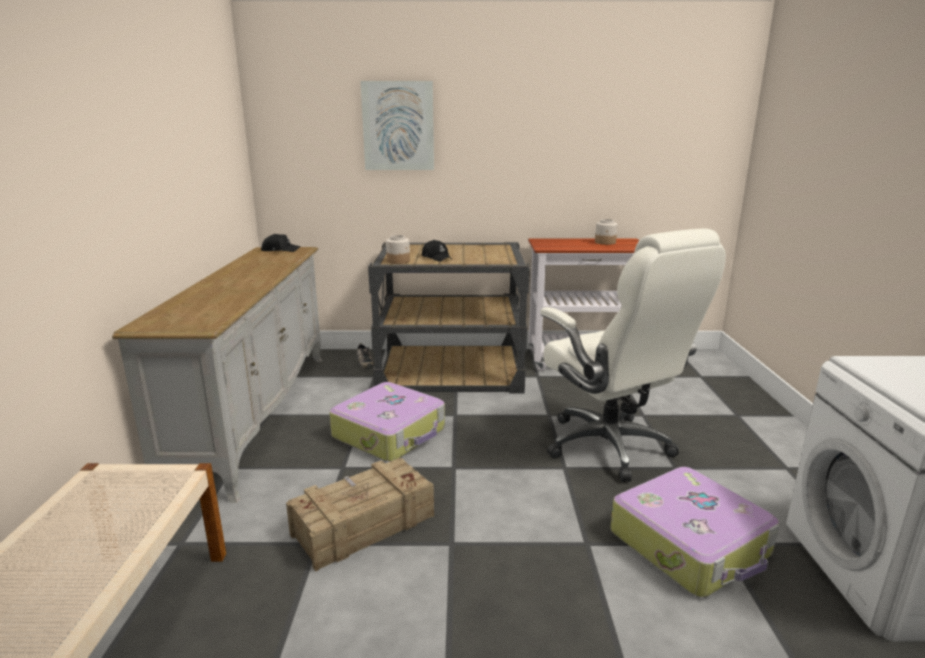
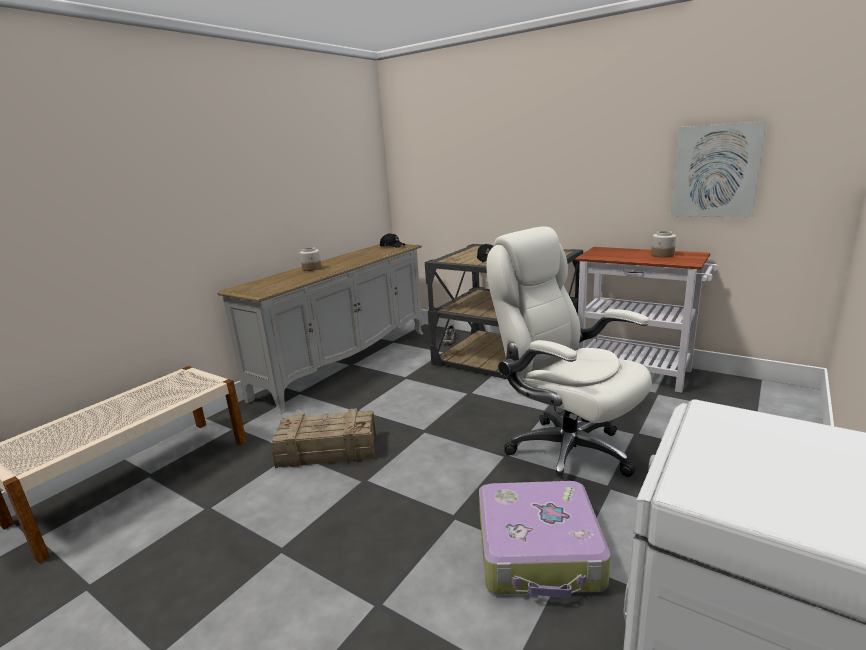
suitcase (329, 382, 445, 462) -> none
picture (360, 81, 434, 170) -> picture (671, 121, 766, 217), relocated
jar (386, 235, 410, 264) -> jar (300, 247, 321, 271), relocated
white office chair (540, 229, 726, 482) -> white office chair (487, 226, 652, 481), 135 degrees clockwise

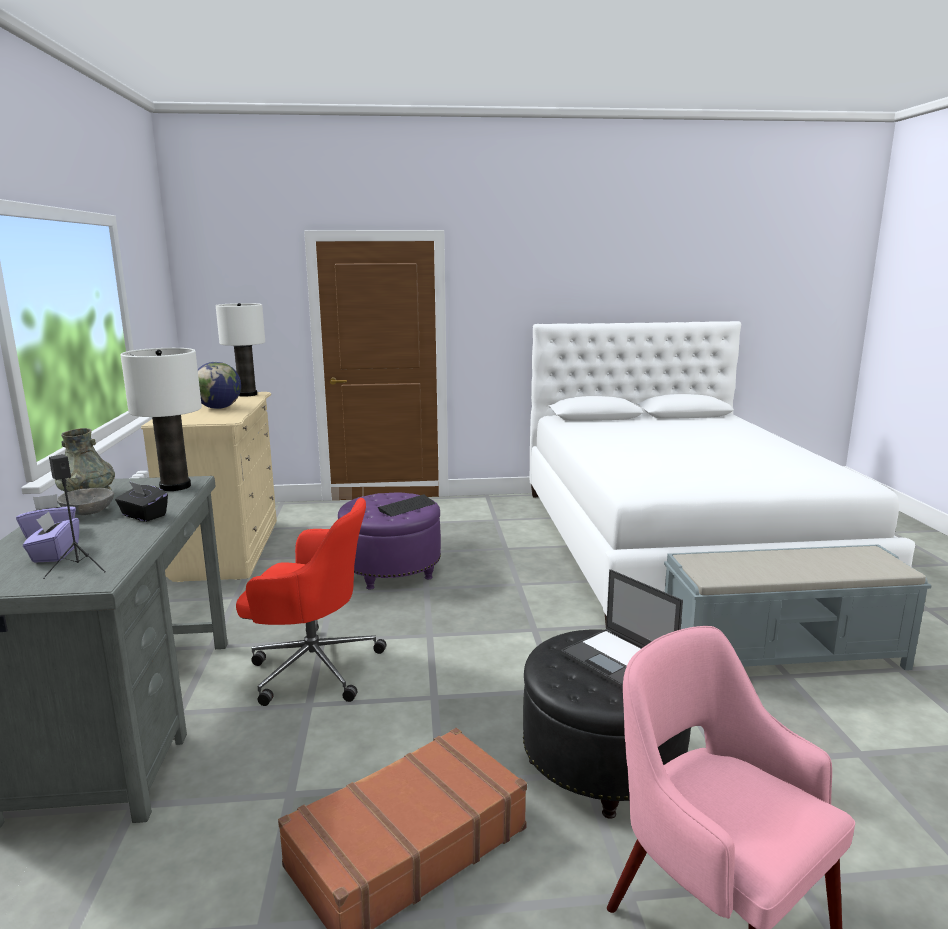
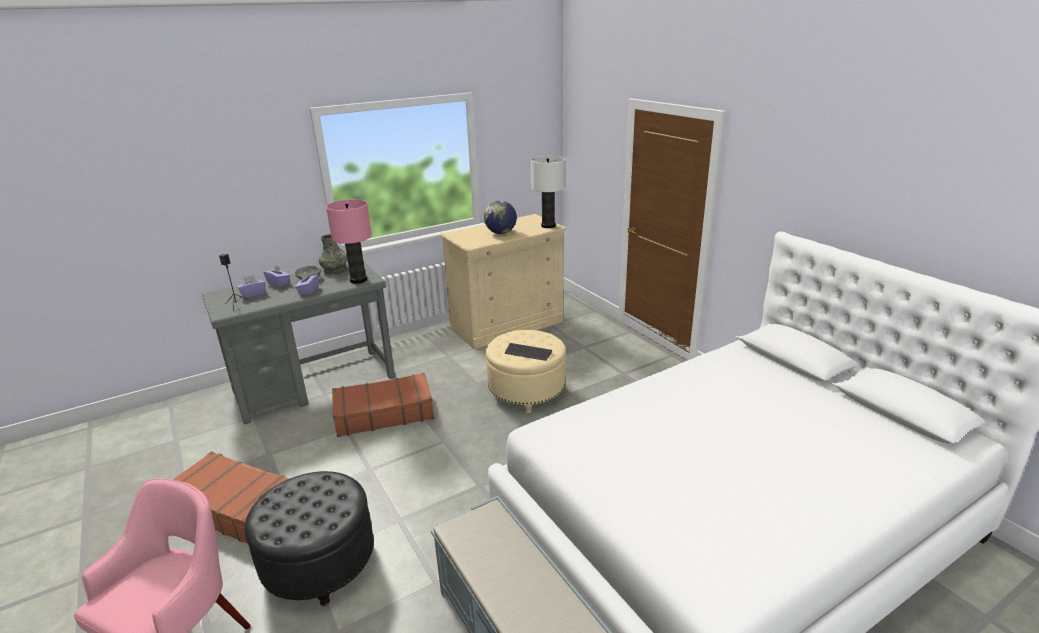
laptop (561, 569, 683, 690) -> none
red office chair (236, 498, 387, 706) -> brown suitcase (332, 373, 434, 437)
black tissue box (115, 481, 168, 522) -> purple tissue box (295, 271, 319, 295)
white table lamp (121, 348, 202, 491) -> pink table lamp (326, 199, 372, 284)
purple ottoman (338, 492, 441, 589) -> beige ottoman (486, 330, 566, 413)

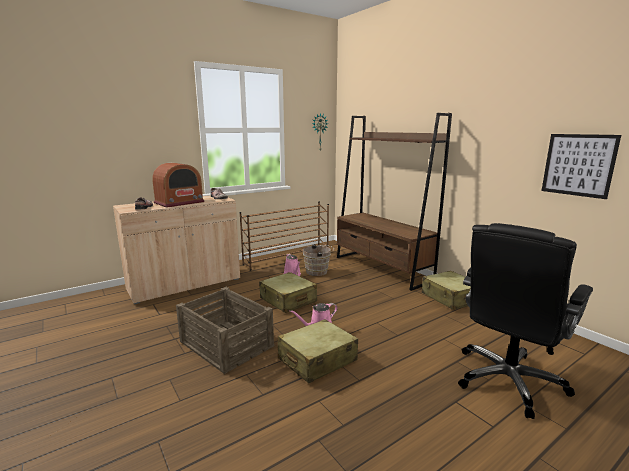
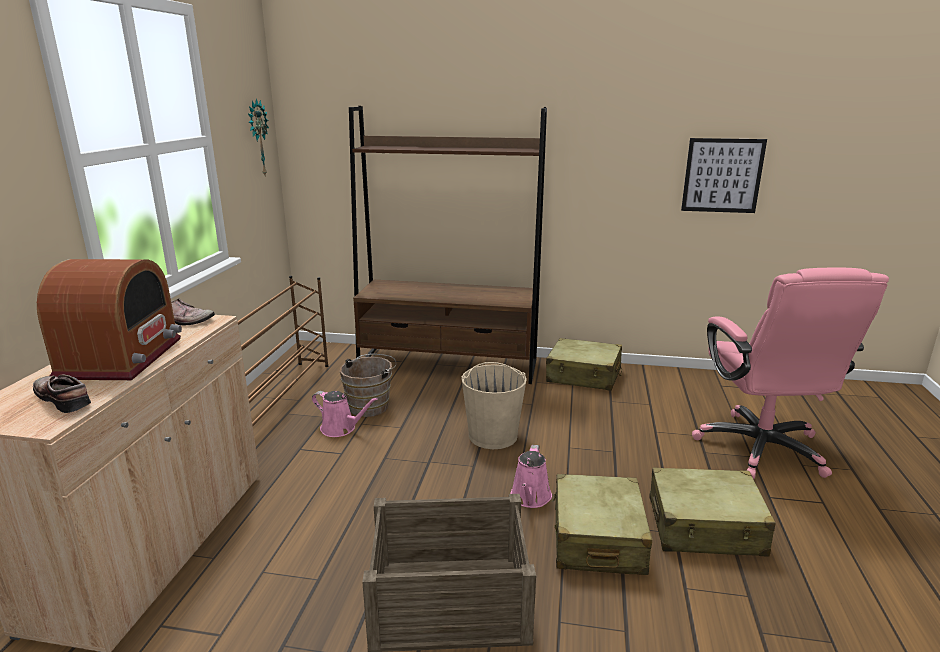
none -> beige bucket (461, 362, 527, 449)
beige suitcase (259, 272, 317, 313) -> beige suitcase (649, 468, 776, 557), relocated
black office chair (458, 223, 593, 419) -> pink office chair (692, 267, 889, 479)

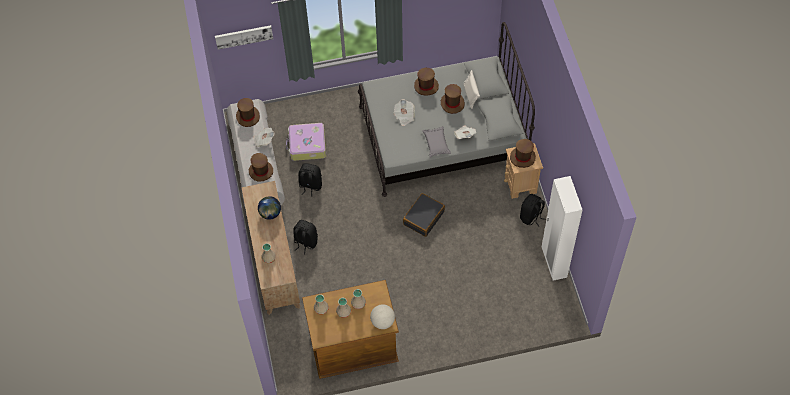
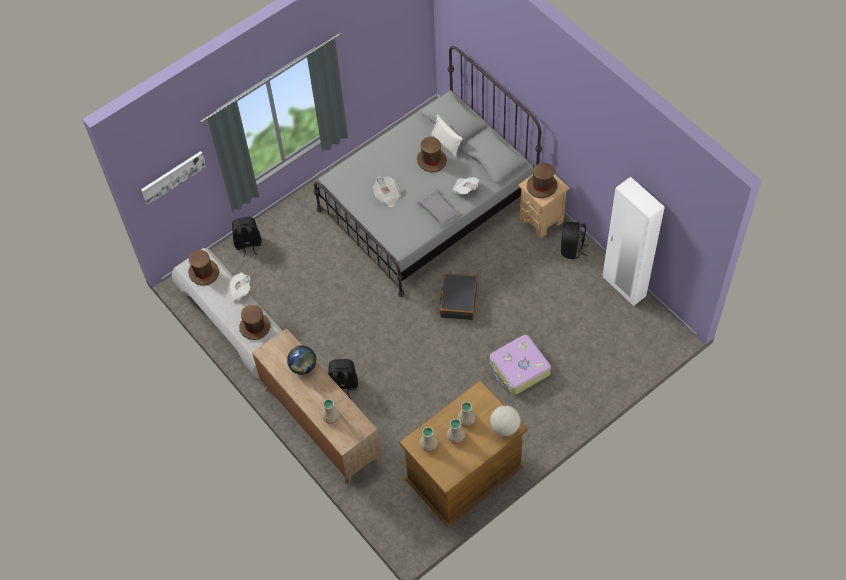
brown hat (414, 68, 439, 96) -> none
suitcase (286, 123, 326, 161) -> suitcase (490, 335, 551, 395), relocated
black backpack (299, 163, 322, 197) -> black backpack (232, 217, 262, 257), relocated

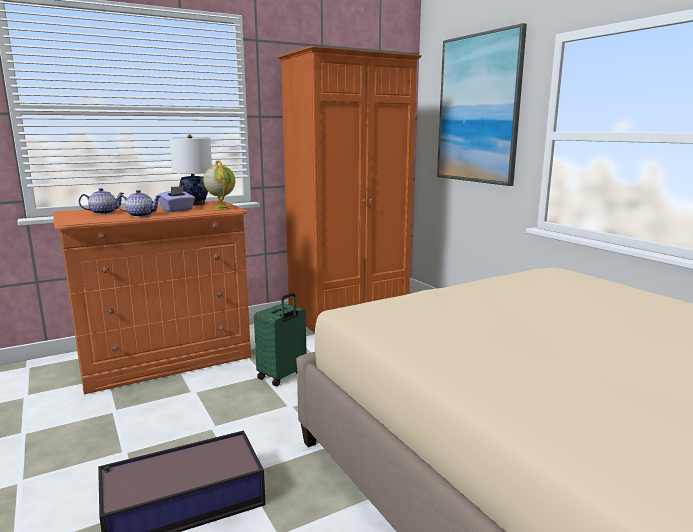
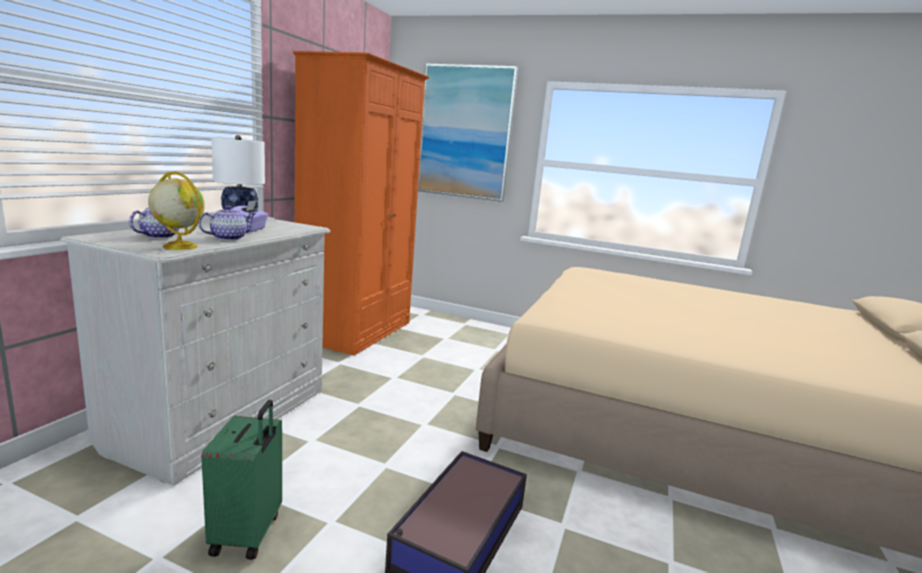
globe (203, 160, 235, 210) -> globe (148, 171, 205, 250), relocated
green suitcase (254, 293, 307, 386) -> green suitcase (201, 400, 282, 560), relocated
orange dresser (53, 200, 251, 394) -> white dresser (60, 218, 330, 486)

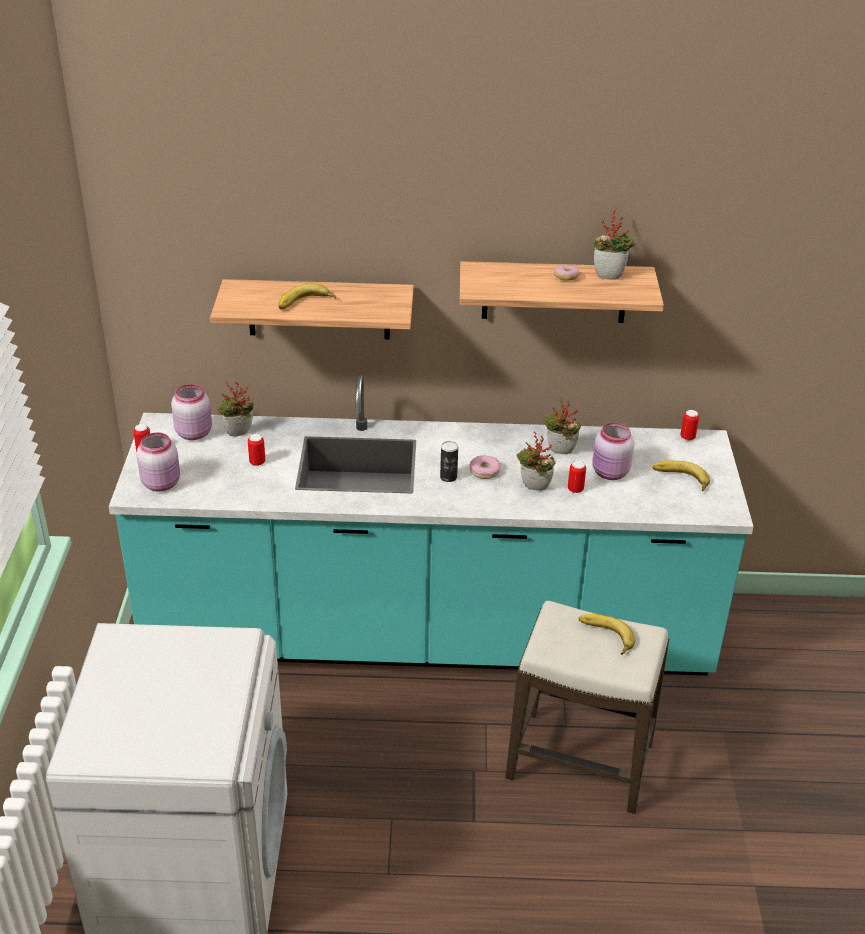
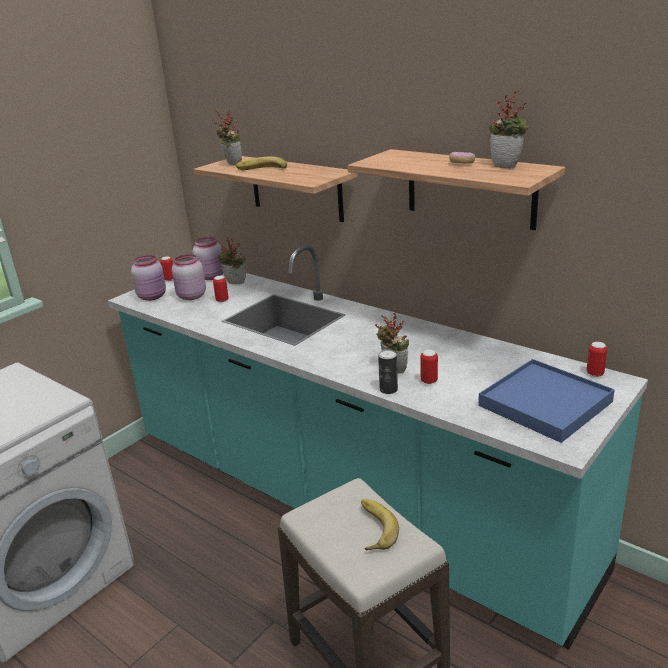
donut (469, 455, 501, 479) -> none
can (440, 441, 458, 482) -> can (378, 349, 398, 394), relocated
potted plant (543, 397, 581, 454) -> potted plant (212, 110, 242, 165), relocated
pink jar (592, 422, 634, 480) -> pink jar (172, 254, 206, 300), relocated
banana (653, 460, 710, 491) -> blue tray (478, 359, 615, 443)

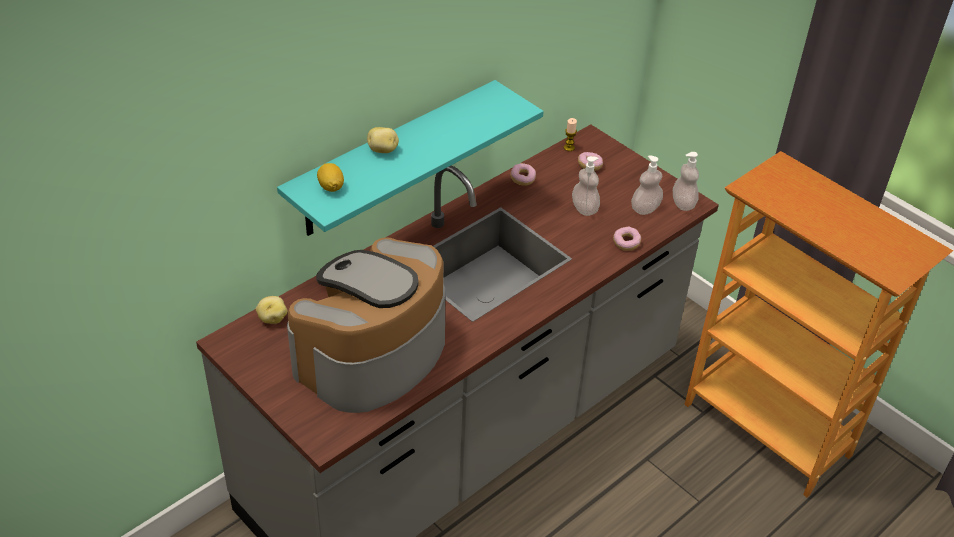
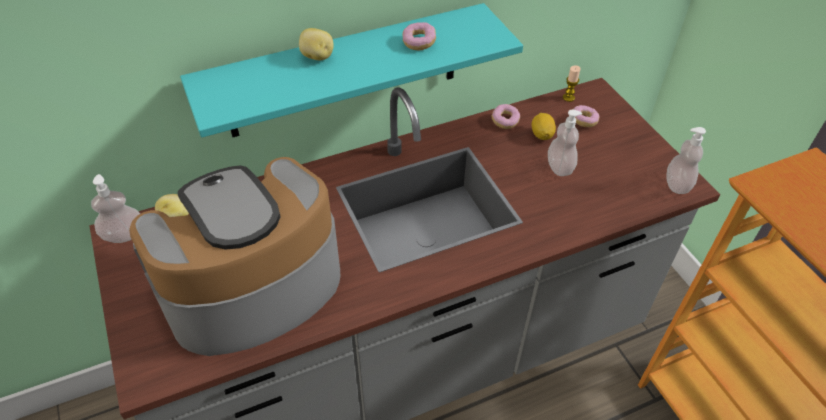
lemon (317, 163, 344, 192) -> lemon (532, 113, 556, 140), relocated
donut (613, 227, 641, 251) -> donut (402, 22, 436, 51), relocated
soap dispenser (631, 155, 663, 215) -> soap dispenser (91, 174, 140, 243), relocated

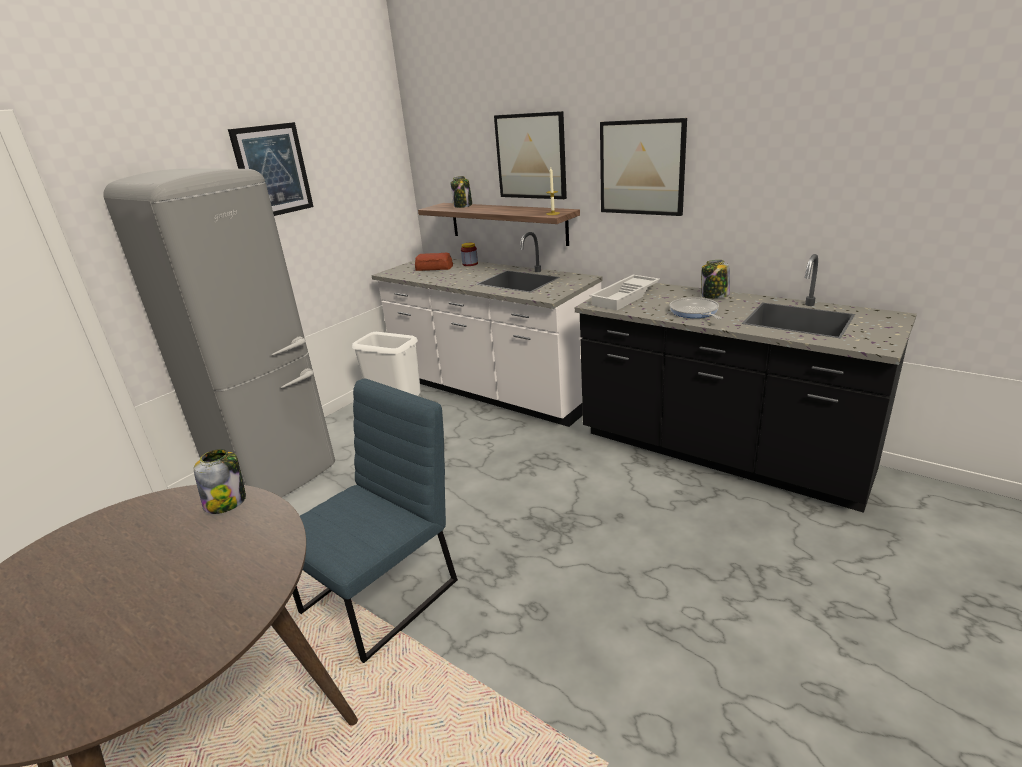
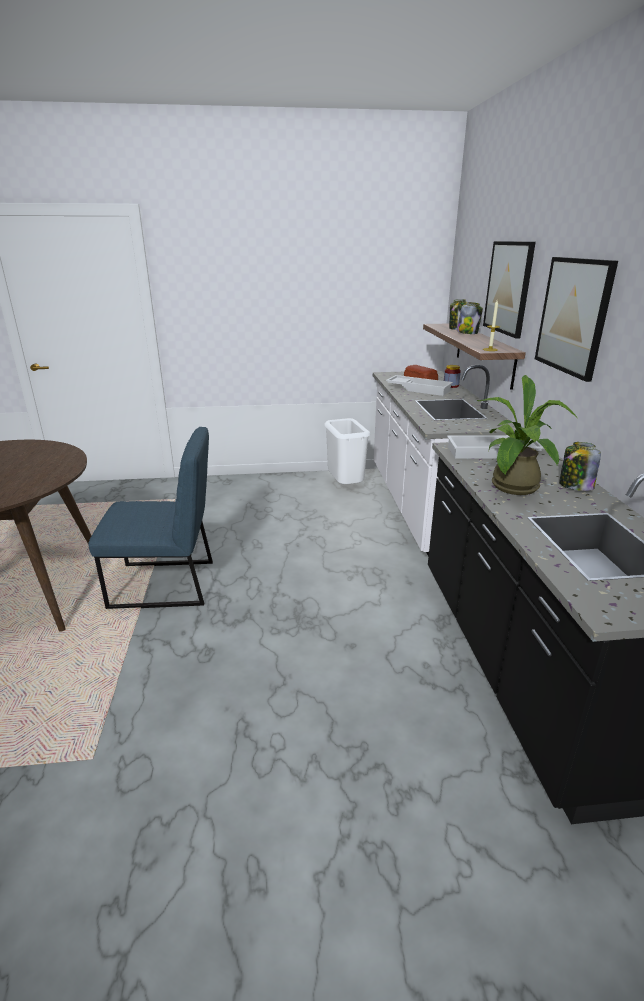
grey fridge (103, 168, 335, 498) -> none
picture (228, 122, 314, 216) -> none
none -> white tray (386, 375, 453, 396)
jar (194, 449, 246, 514) -> jar (457, 302, 483, 334), relocated
frying pan (670, 297, 721, 319) -> potted plant (477, 375, 577, 495)

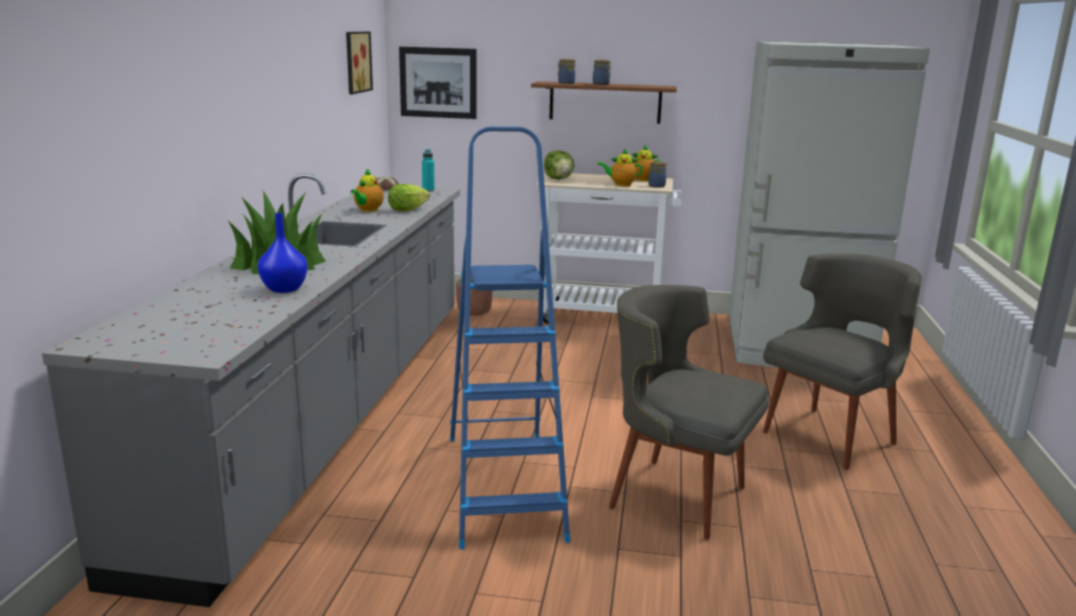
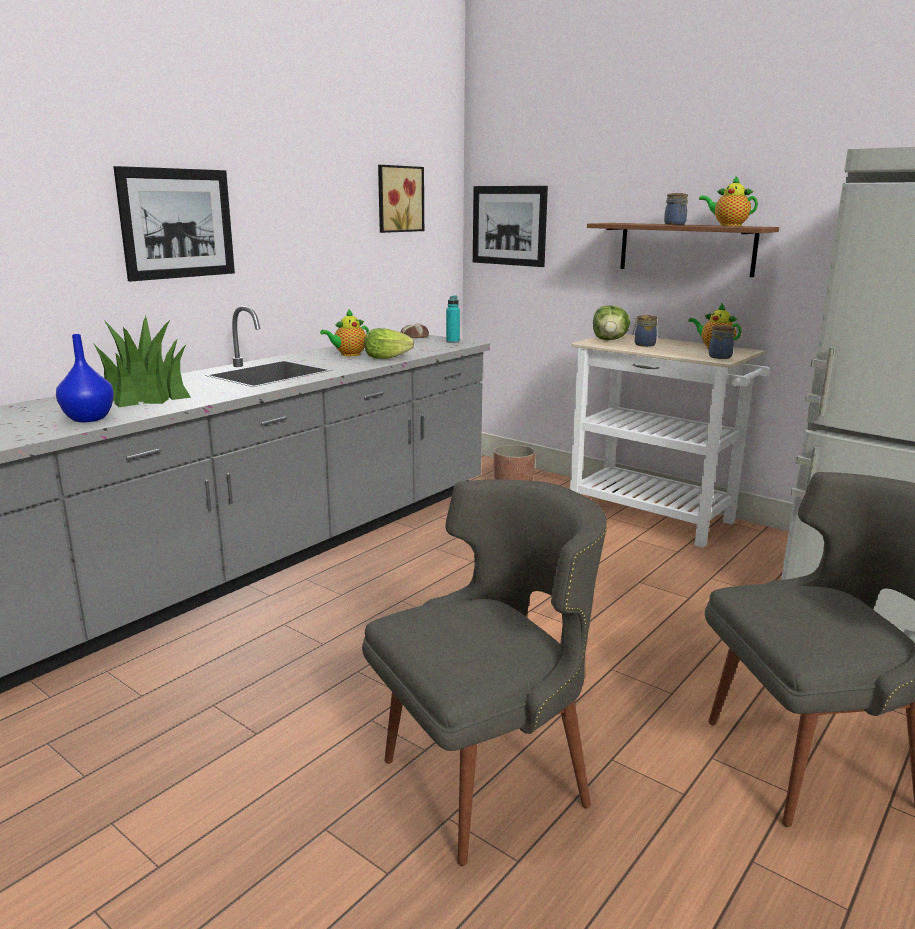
blue step ladder (450, 127, 570, 550) -> none
none -> picture (113, 166, 235, 281)
jar (557, 59, 575, 84) -> jar (633, 315, 657, 347), relocated
teapot (597, 148, 642, 186) -> teapot (699, 175, 758, 226), relocated
grey chair (609, 285, 769, 540) -> grey chair (362, 479, 607, 866), 90 degrees clockwise

